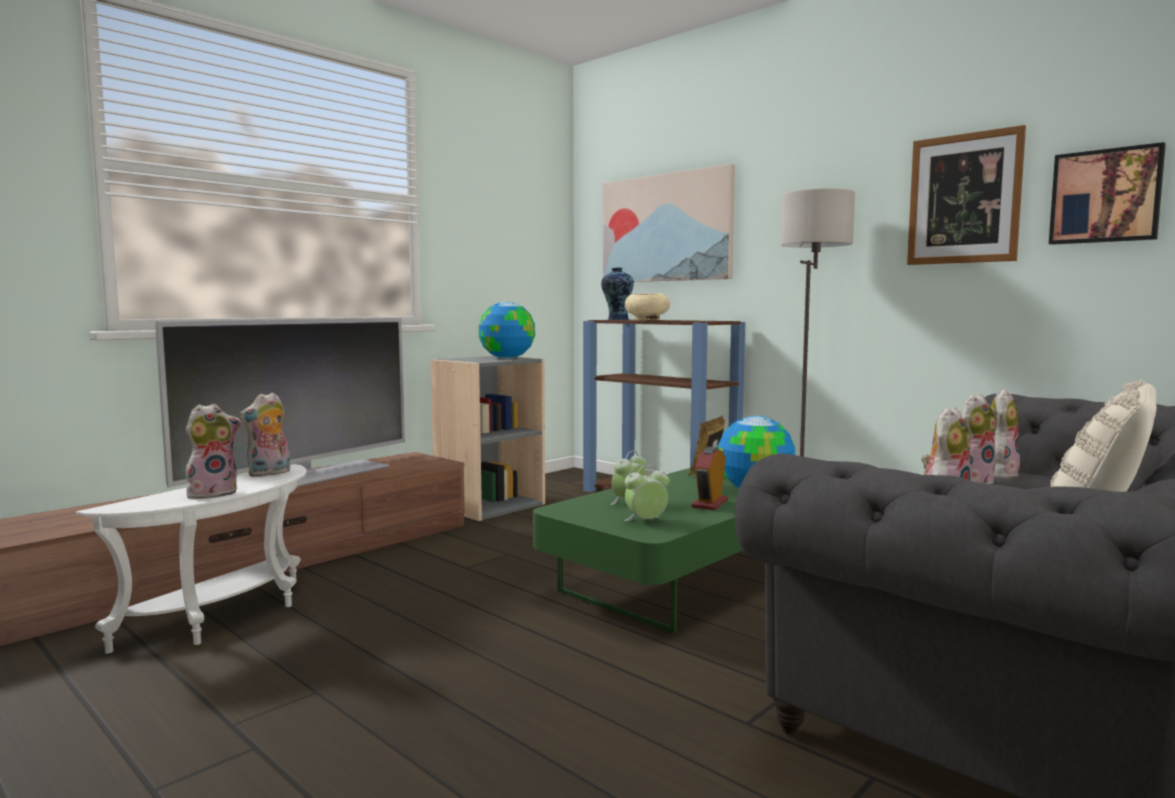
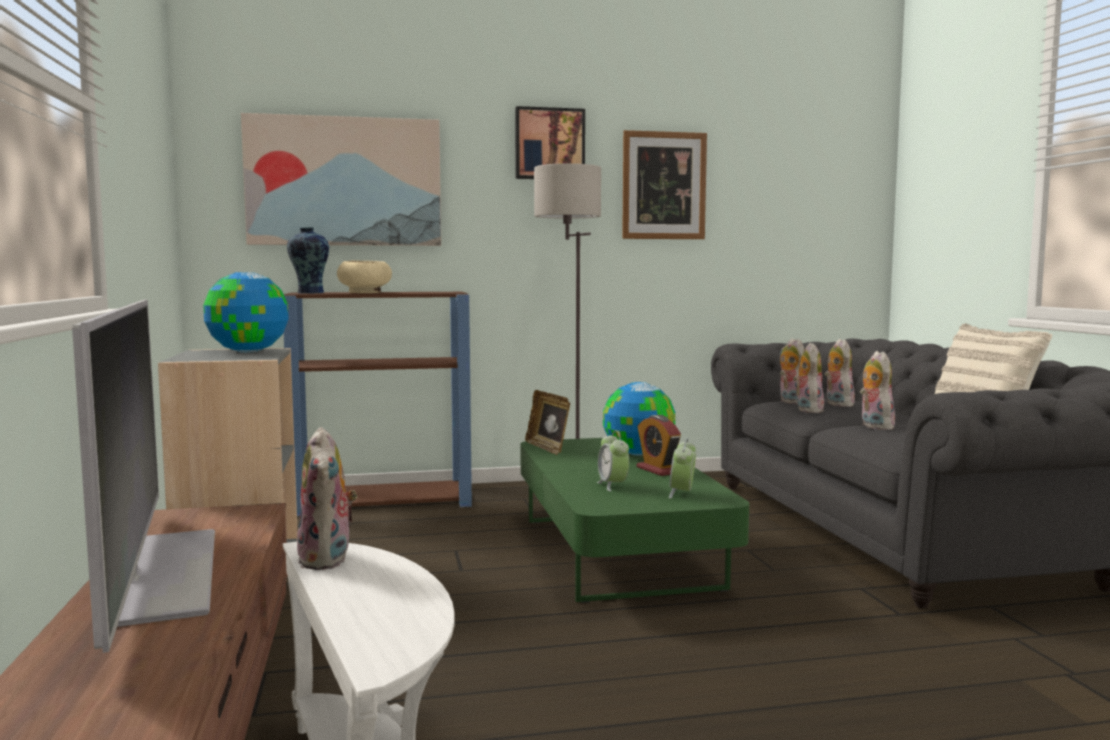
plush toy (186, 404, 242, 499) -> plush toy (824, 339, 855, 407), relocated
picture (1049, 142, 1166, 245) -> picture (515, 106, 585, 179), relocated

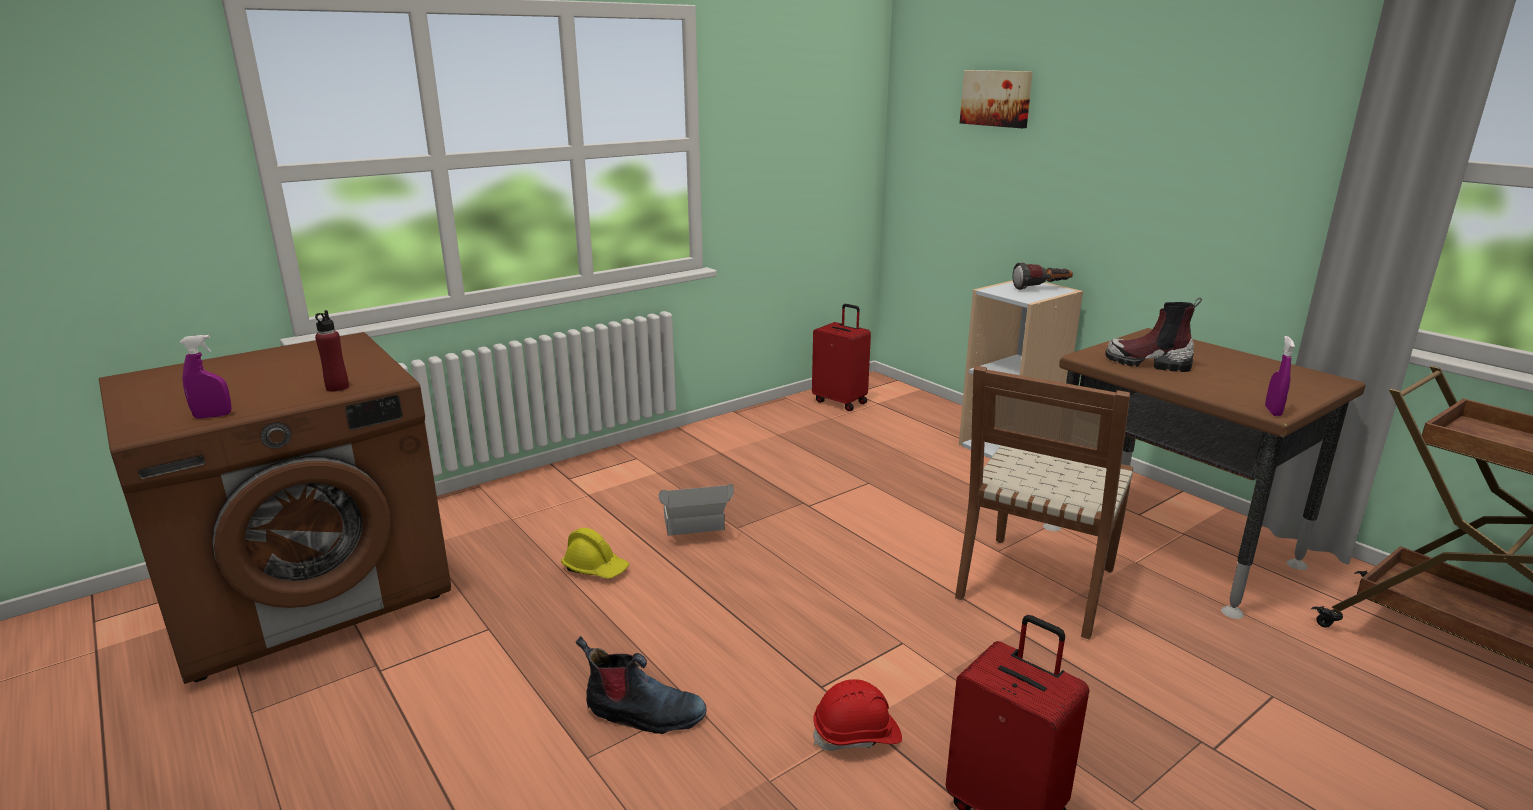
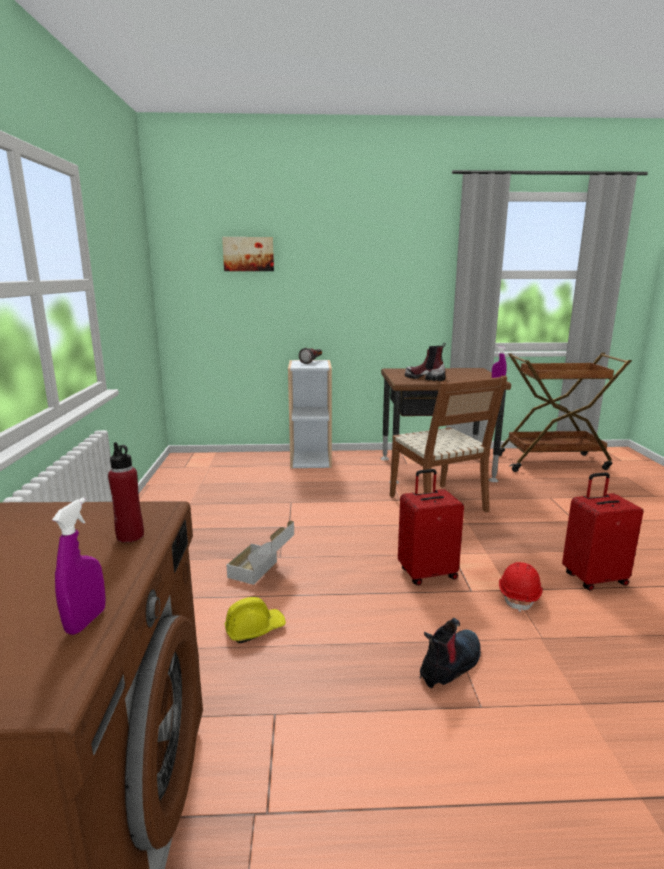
red suitcase (812, 304, 871, 411) -> red suitcase (398, 469, 464, 585), relocated
boot (1105, 298, 1202, 372) -> boot (405, 343, 446, 381), 60 degrees clockwise

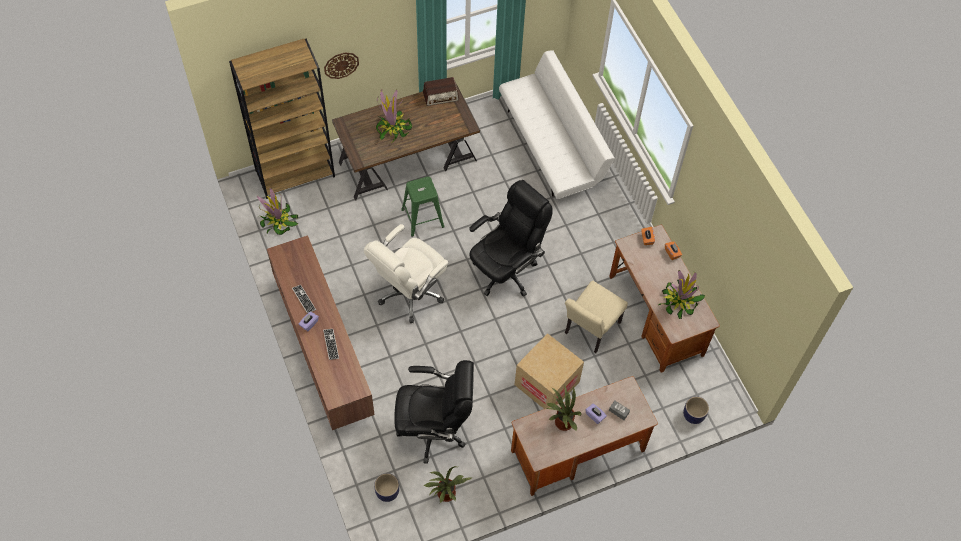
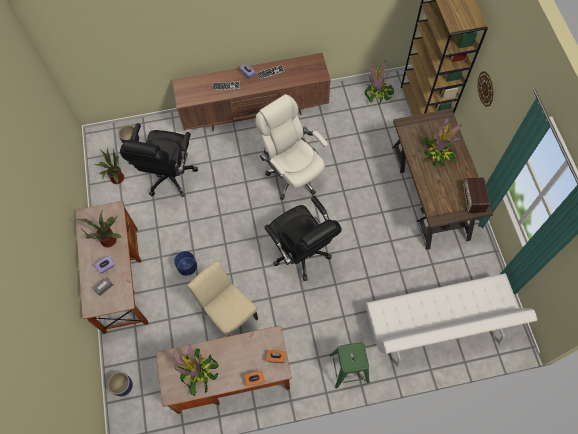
green stool (401, 177, 445, 237) -> green stool (329, 342, 370, 389), relocated
cardboard box (515, 333, 584, 409) -> blue planter (174, 251, 197, 276)

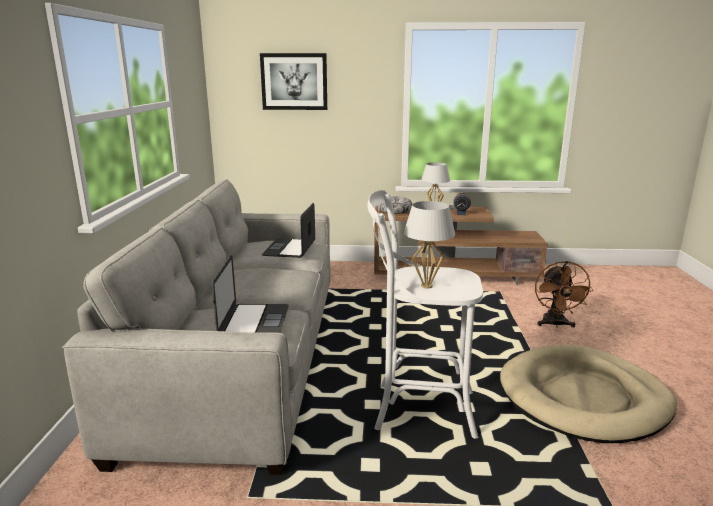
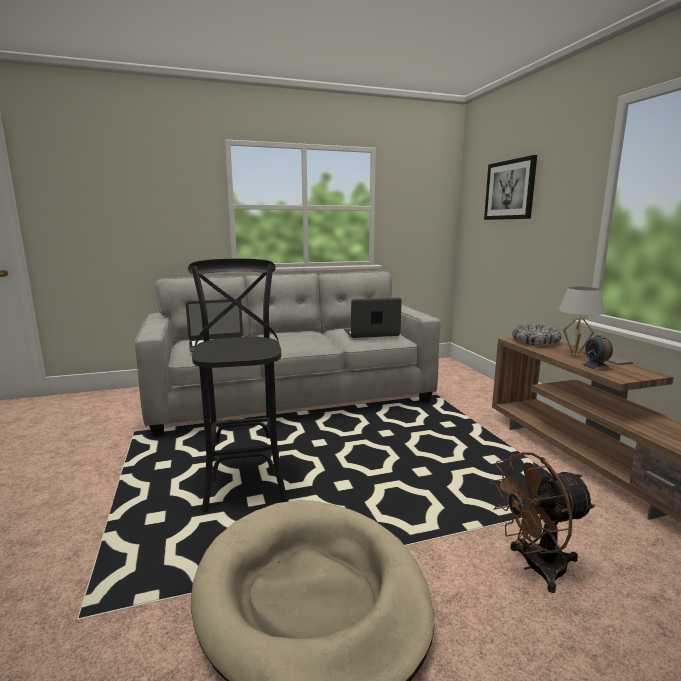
white table lamp (404, 201, 455, 289) -> none
white stool (367, 190, 483, 439) -> black stool (188, 259, 288, 512)

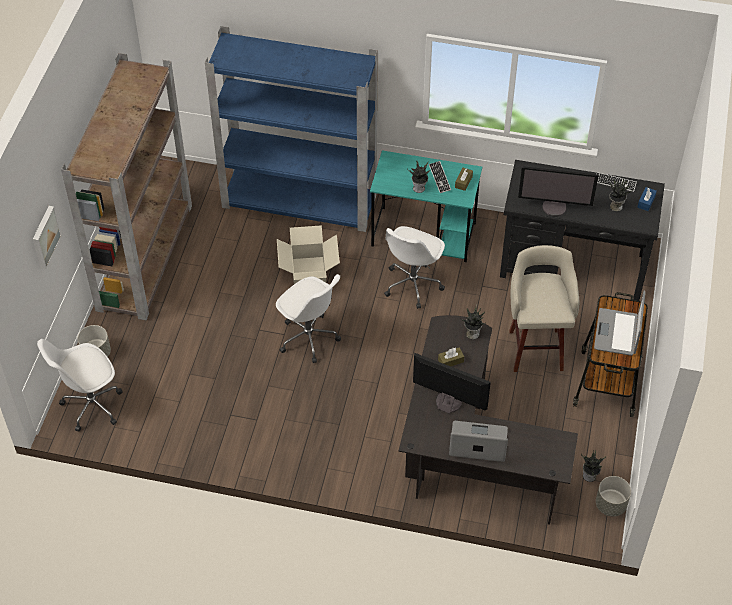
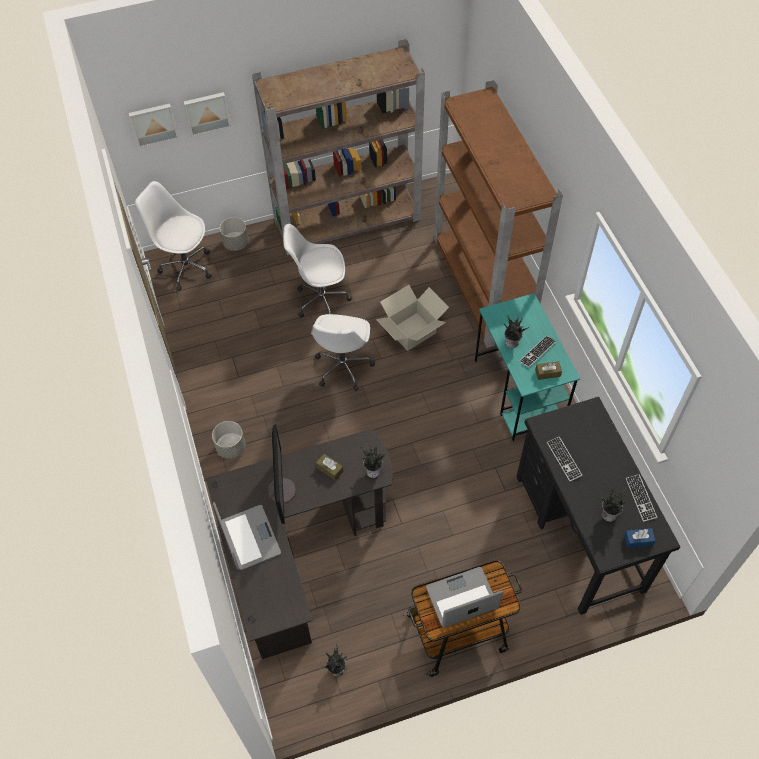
beige stool (509, 245, 579, 372) -> none
none -> picture (128, 104, 179, 148)
white office chair (384, 226, 445, 309) -> white office chair (283, 224, 352, 318), relocated
grey planter (596, 476, 631, 517) -> grey planter (212, 421, 245, 459), relocated
monitor (518, 166, 598, 216) -> keyboard (547, 437, 582, 481)
blue bookcase (205, 26, 378, 232) -> brown bookcase (434, 80, 563, 348)

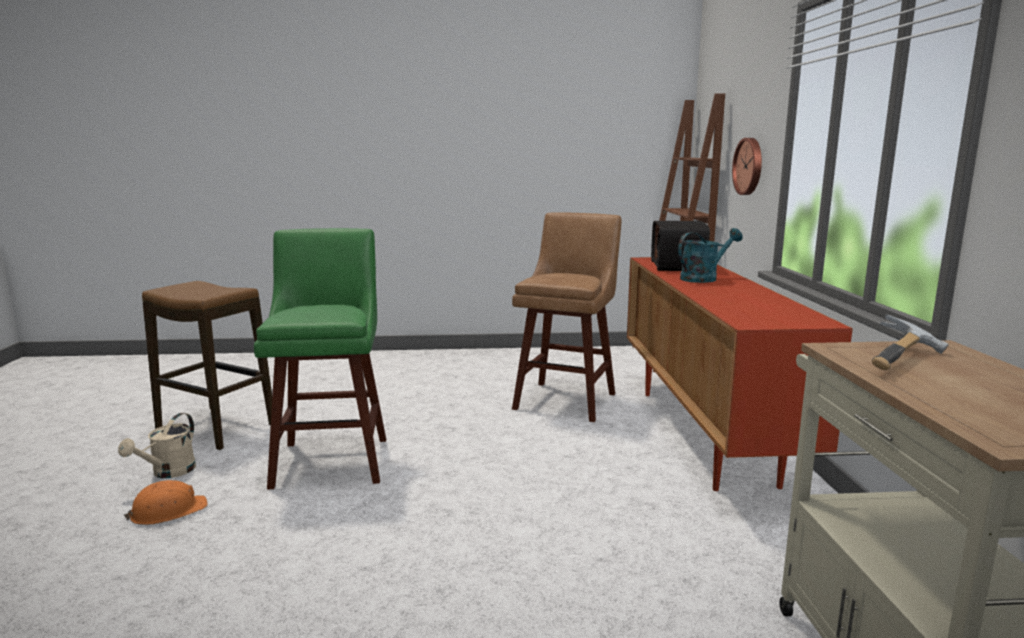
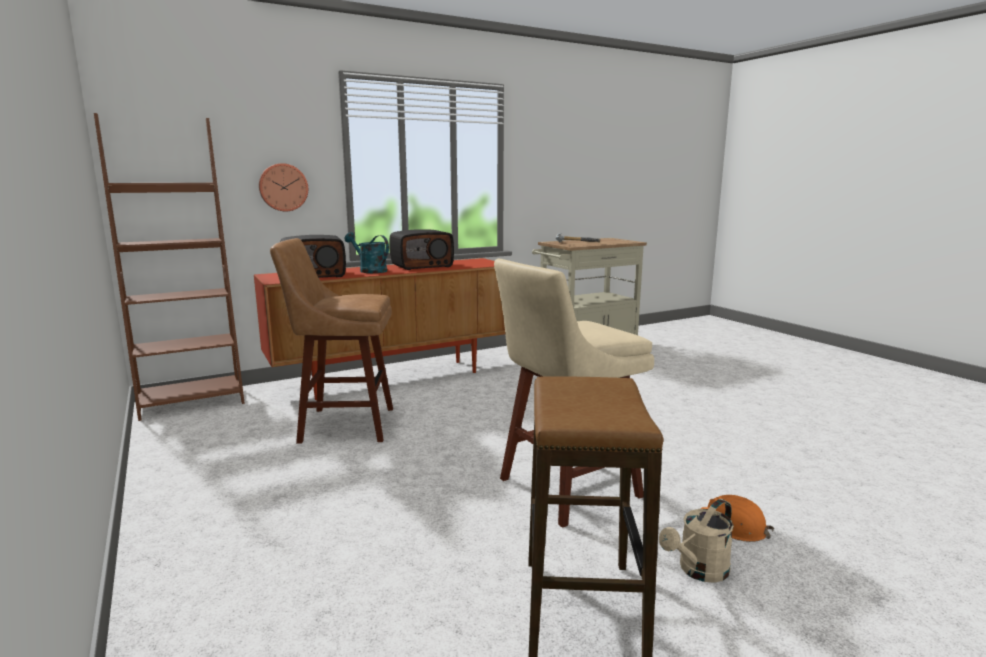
none -> radio (389, 229, 454, 270)
green stool (254, 228, 386, 490) -> beige stool (494, 259, 654, 528)
beige watering can (118, 413, 196, 478) -> beige watering can (659, 499, 734, 583), 150 degrees clockwise

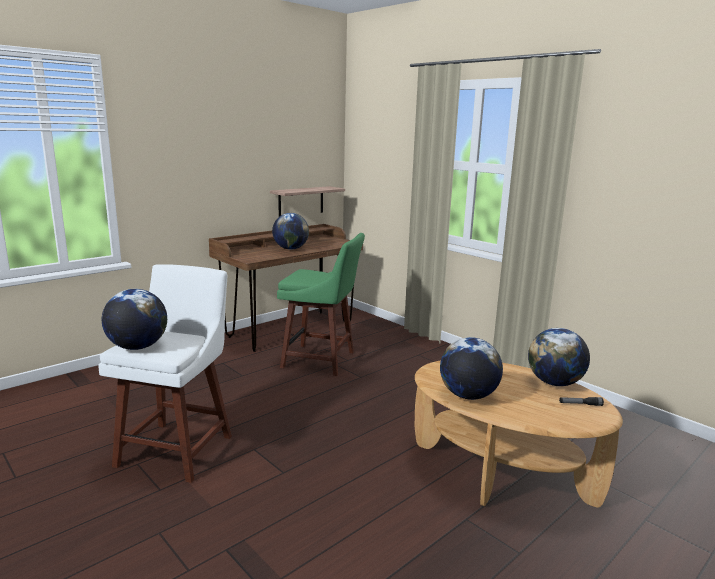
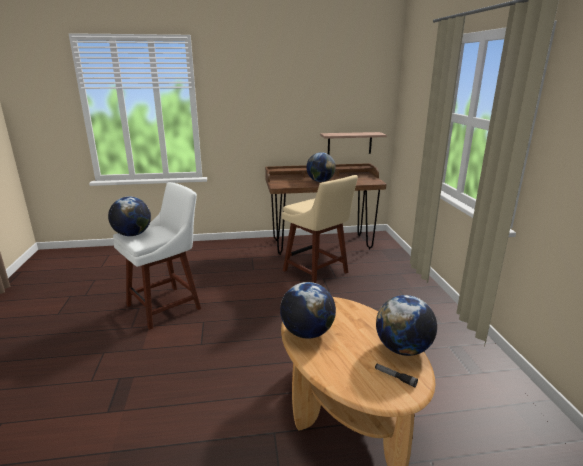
green stool (277, 233, 365, 376) -> beige stool (282, 175, 358, 283)

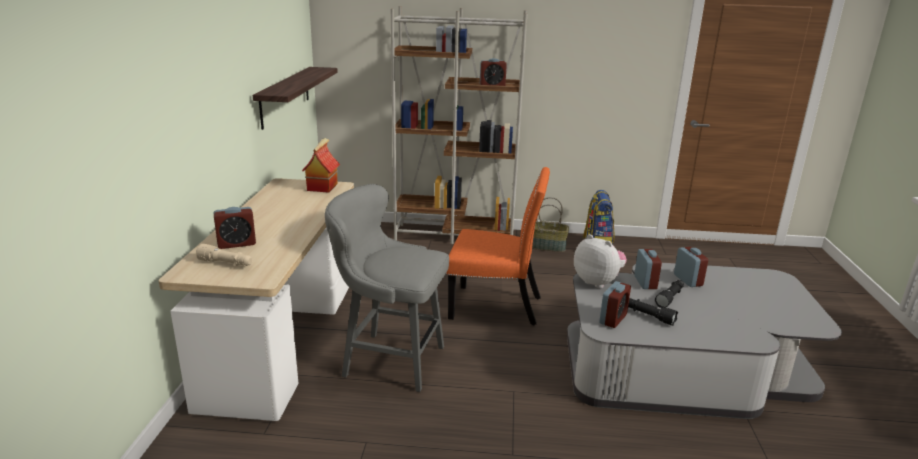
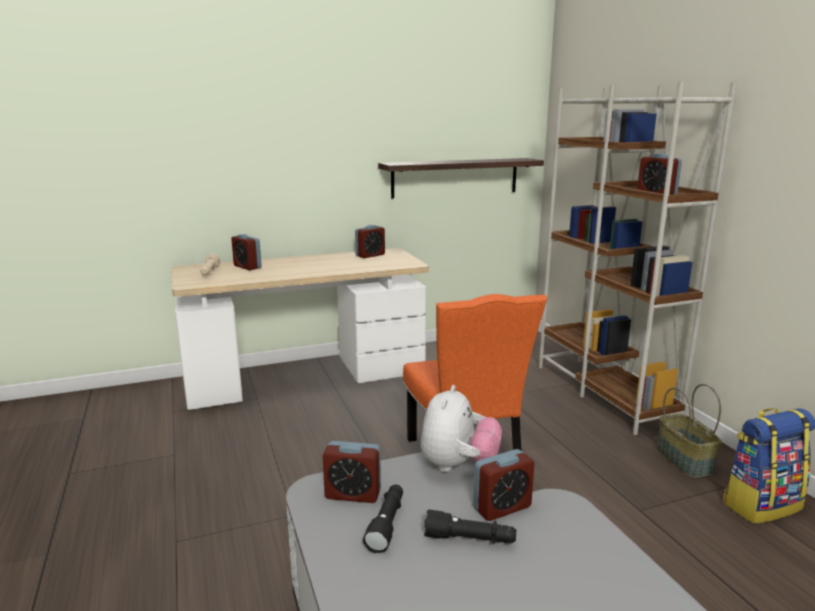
toy house (302, 138, 340, 193) -> none
grey stool (325, 184, 449, 392) -> none
alarm clock (674, 247, 708, 287) -> alarm clock (355, 225, 385, 258), relocated

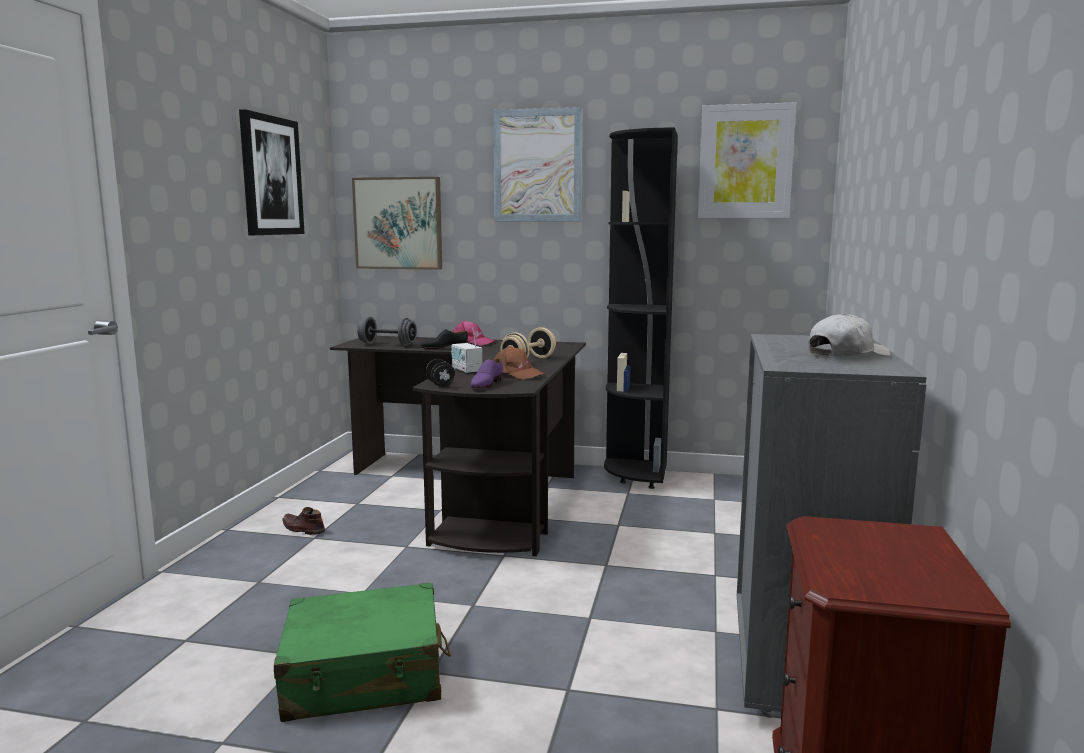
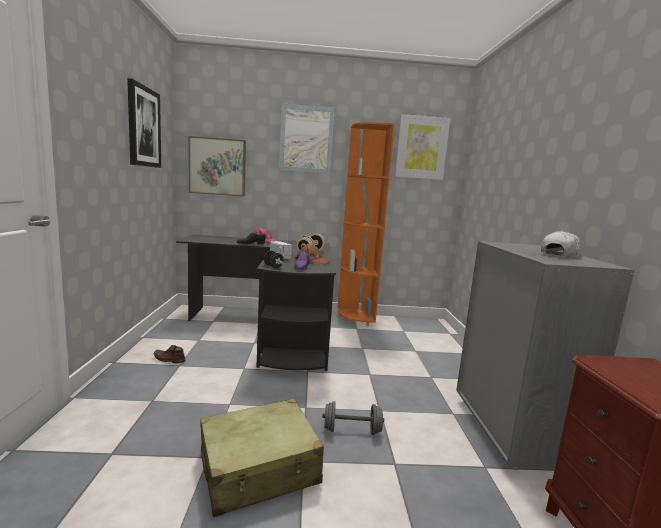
grey dumbbell (357, 317, 417, 346) -> grey dumbbell (322, 401, 384, 435), relocated
green suitcase (274, 583, 451, 722) -> beige suitcase (200, 399, 324, 517)
black bookcase (604, 127, 678, 489) -> orange bookcase (337, 122, 395, 326)

